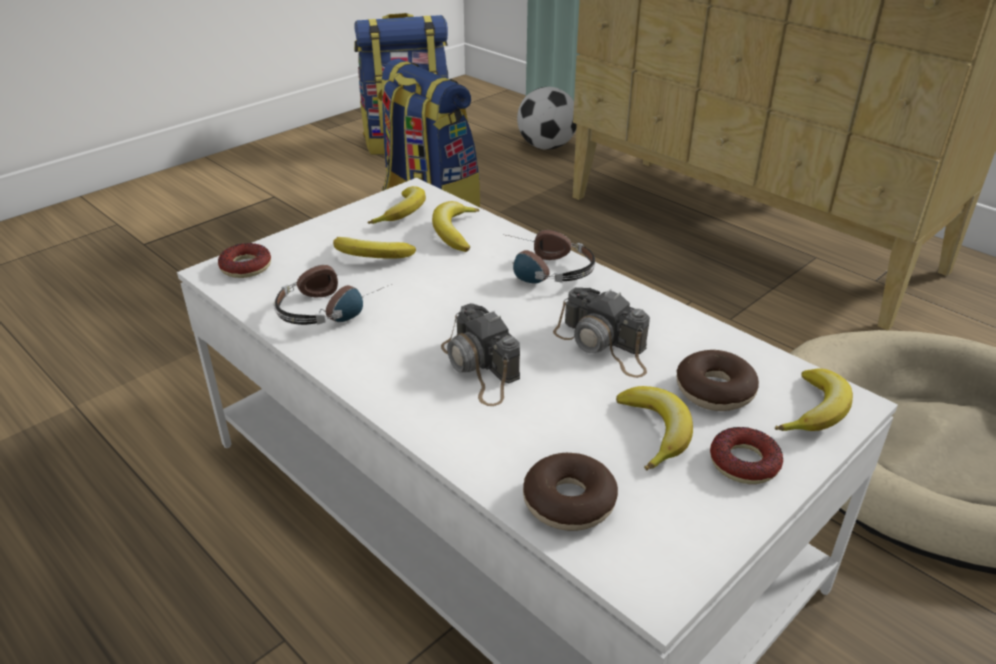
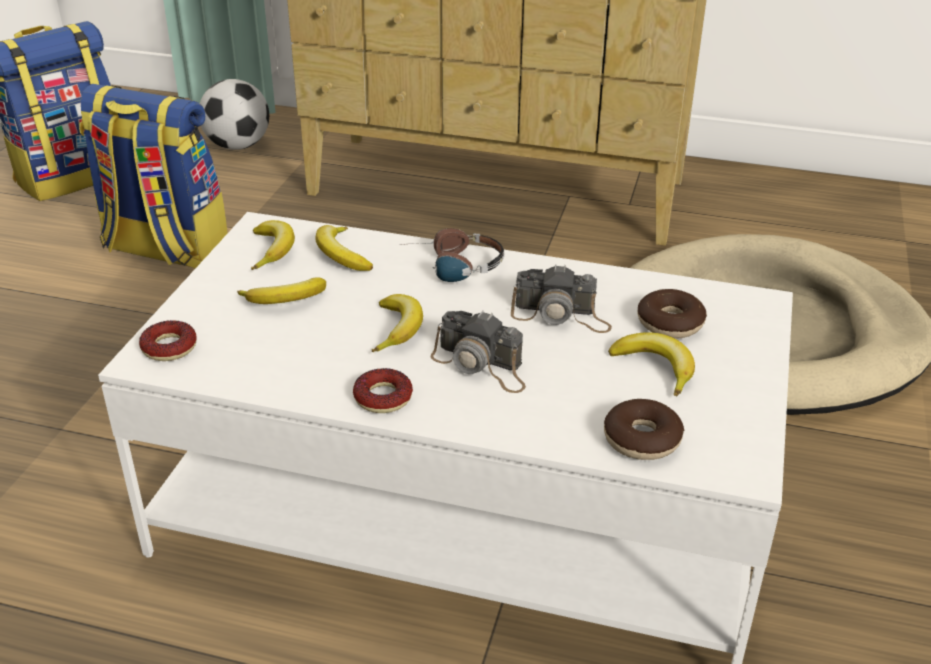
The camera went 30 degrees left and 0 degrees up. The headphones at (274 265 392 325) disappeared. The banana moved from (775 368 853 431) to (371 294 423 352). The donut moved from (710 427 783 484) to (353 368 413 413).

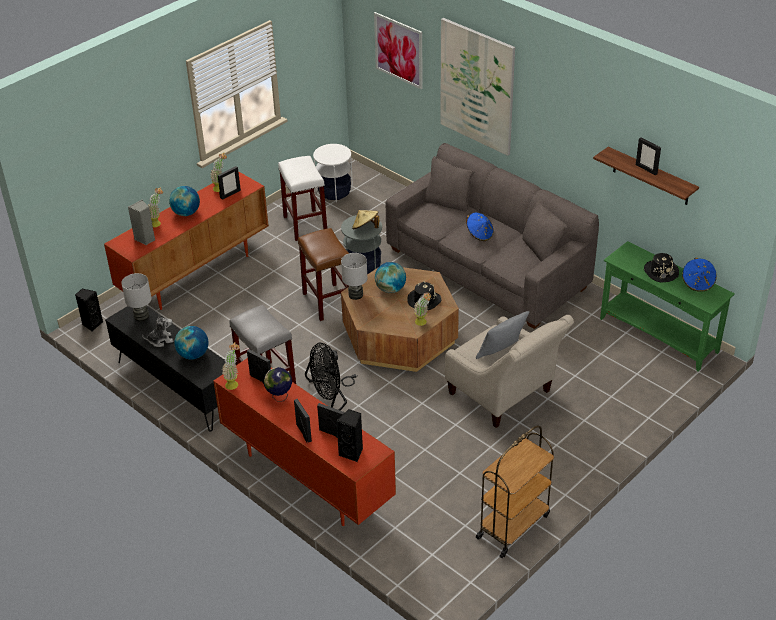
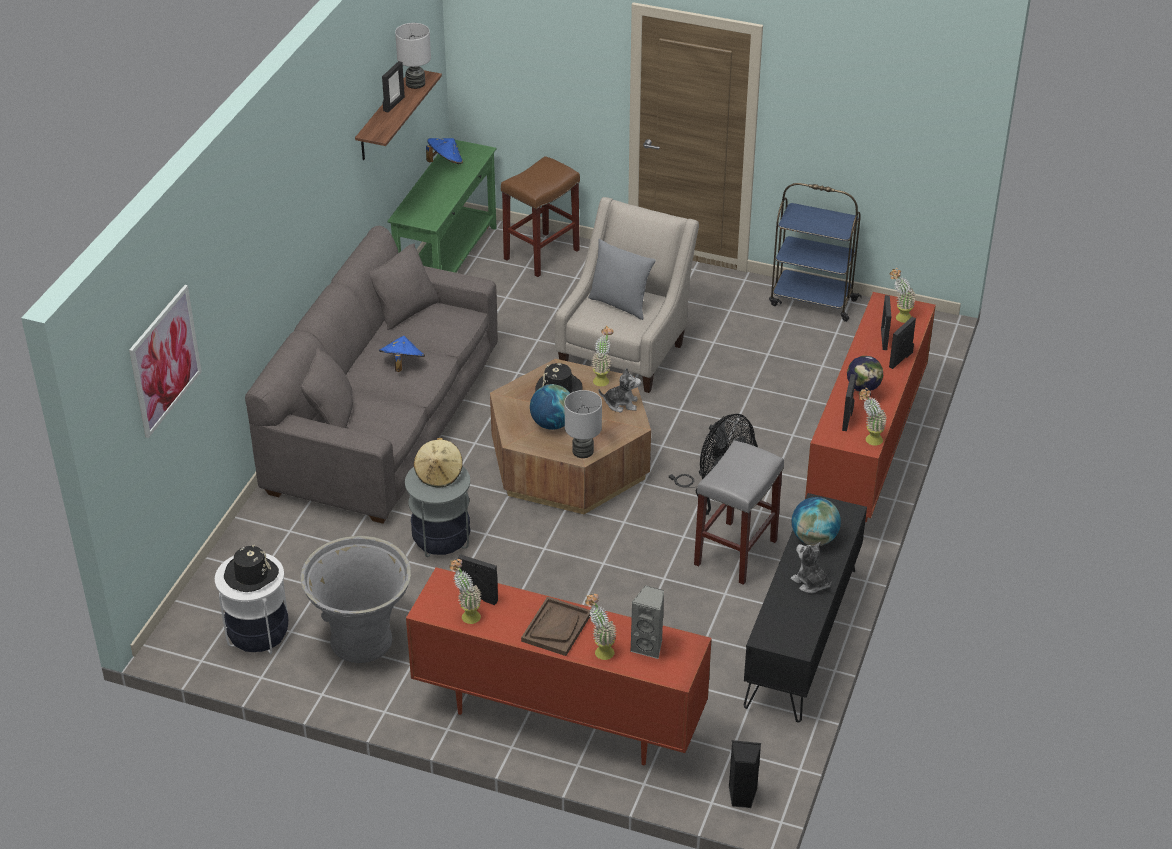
The camera went 115 degrees left and 0 degrees up. The picture at (440 18 515 156) disappeared. The white stool at (278 156 327 241) was replaced by the grey planter at (301 536 411 663). The globe at (169 186 200 216) was replaced by the brown tray at (521 597 591 656). The brown stool moved from (298 228 349 321) to (501 156 580 277). The black hat moved from (644 253 679 283) to (224 545 279 592). The grey table lamp moved from (121 273 152 321) to (395 23 431 89). The black speaker at (337 409 363 462) was replaced by the potted plant at (890 268 916 323). The brown cart at (476 426 554 558) became the blue cart at (769 183 862 322). The plush toy at (599 368 641 412) appeared.

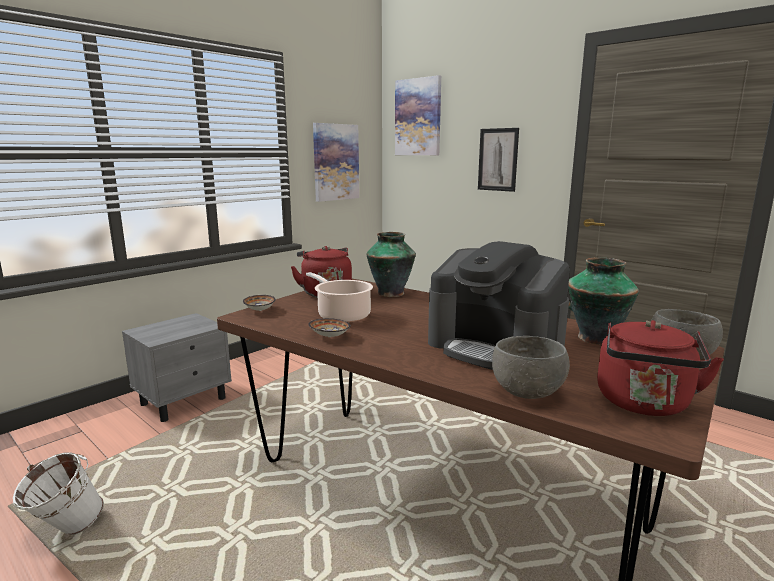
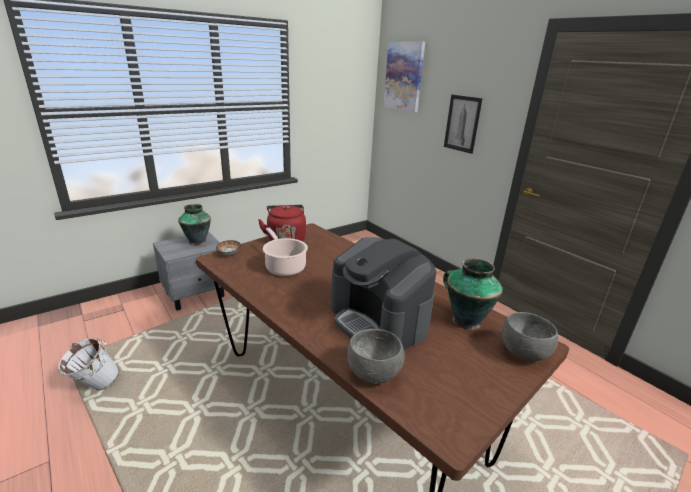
The camera went 10 degrees right and 10 degrees up. The picture at (313 123 359 202) disappeared. The vase moved from (366 232 416 297) to (178 204 211 246). The bowl at (308 318 351 337) disappeared. The red kettle at (597 320 724 416) disappeared.

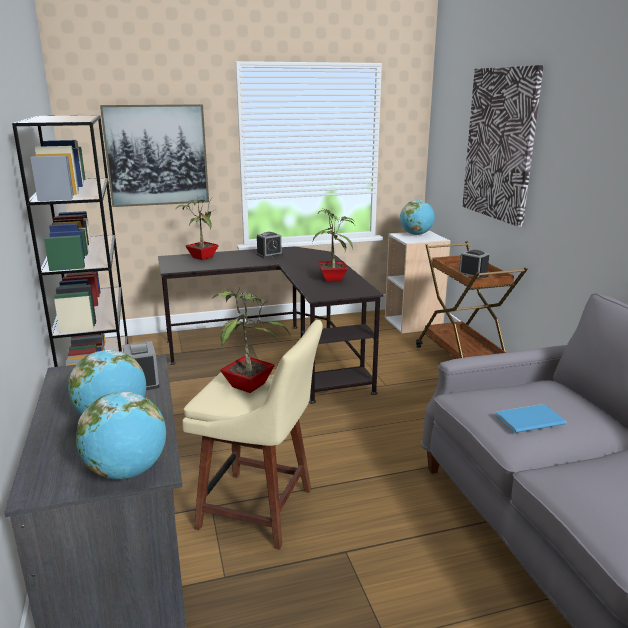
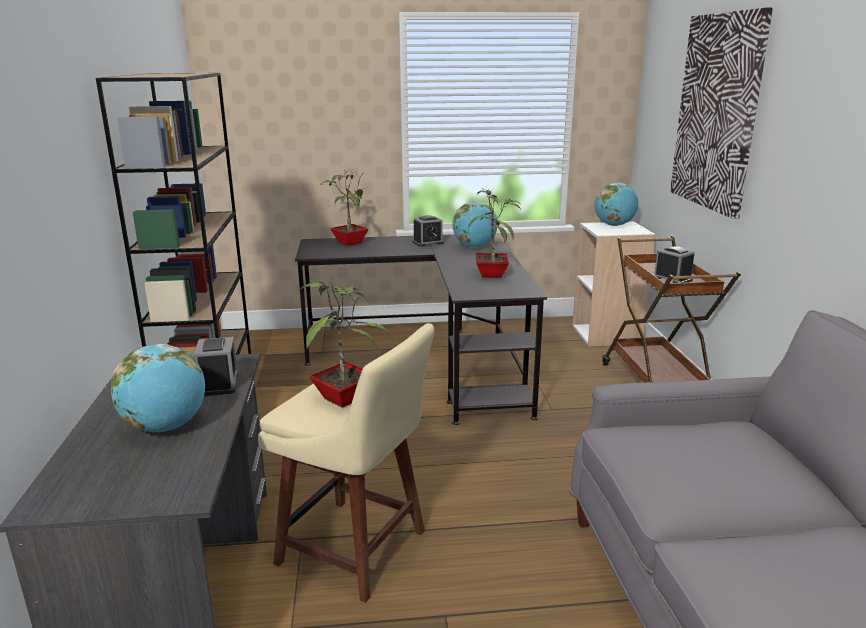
The camera went 10 degrees right and 0 degrees up. The picture at (100 104 209 207) disappeared. The globe moved from (76 392 166 480) to (453 201 497 248). The blue book at (496 404 567 433) disappeared.

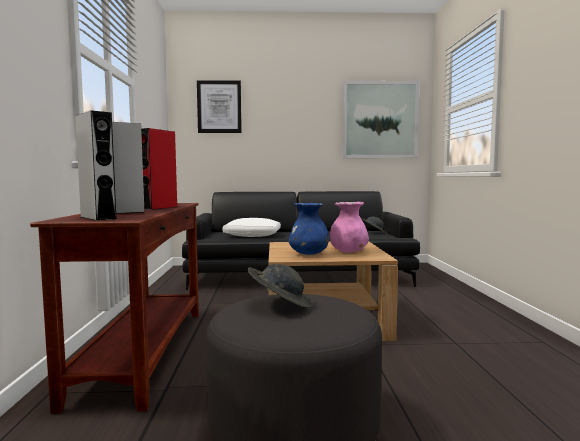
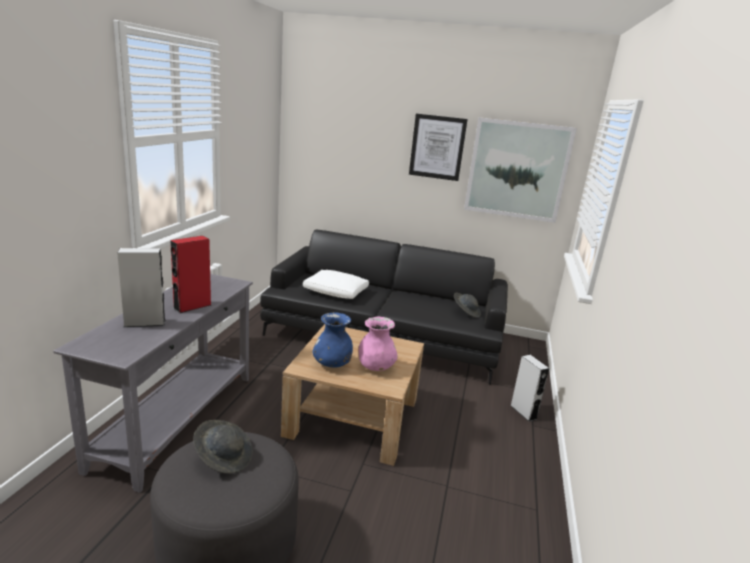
The camera went 15 degrees right and 15 degrees up. The picture moved from (197 80 242 133) to (409 114 468 181). The grey speaker moved from (75 110 116 221) to (510 355 549 421). The brown console table at (30 203 199 414) became the grey console table at (53 274 253 493).

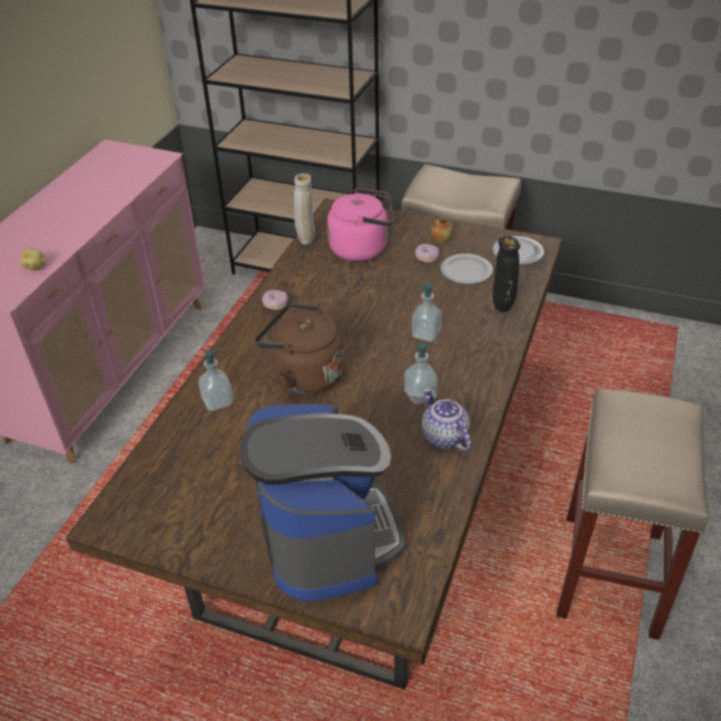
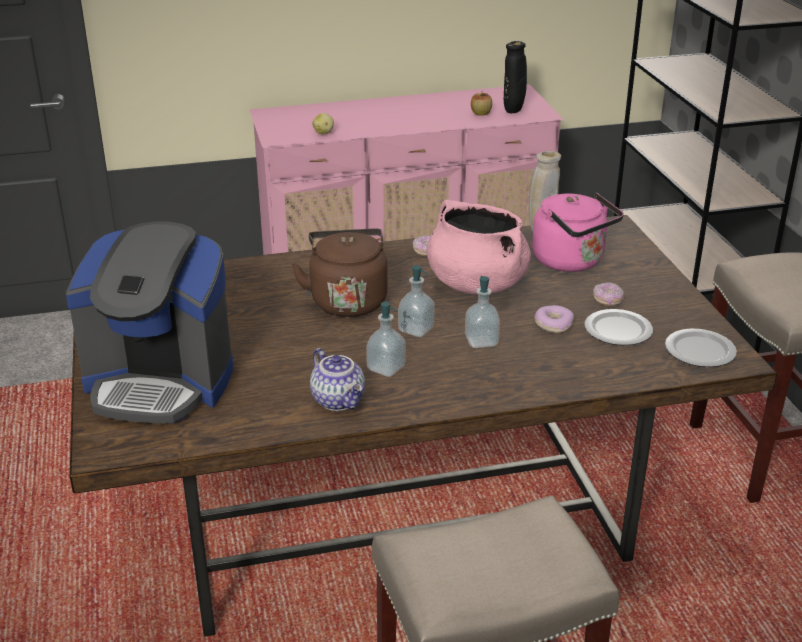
The camera went 55 degrees right and 10 degrees down. The apple moved from (431 218 453 242) to (471 93 492 116). The black vase moved from (493 236 520 312) to (504 41 527 113). The soap dispenser moved from (198 350 233 411) to (398 265 435 337). The teapot at (422 388 471 452) turned 120 degrees clockwise. The coffee machine at (240 404 404 602) turned 60 degrees clockwise. The pink cooking pot at (426 200 531 295) appeared. The donut at (535 305 574 333) appeared.

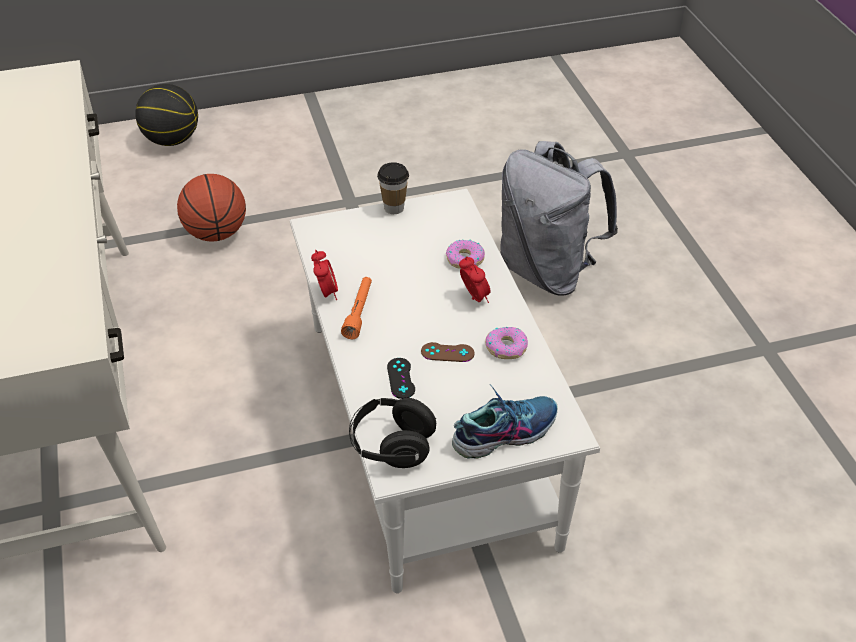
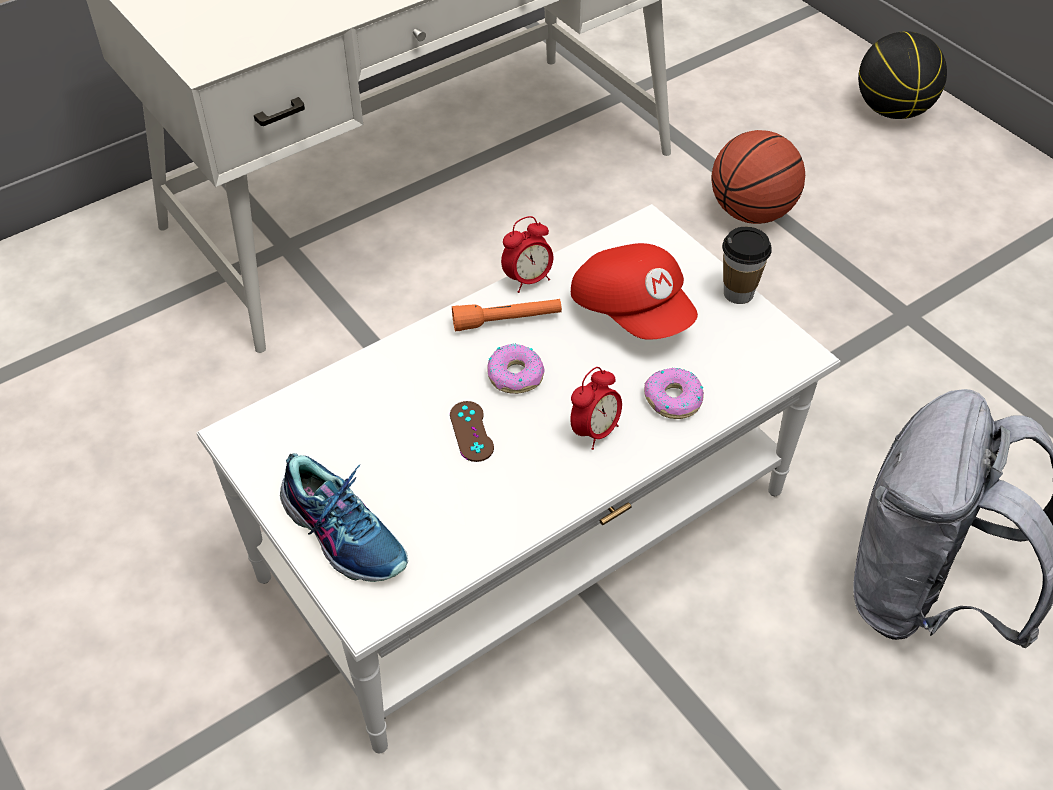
The camera went 70 degrees right and 5 degrees up. The donut moved from (485 327 528 359) to (487 344 545 394). The black game controller at (387 358 415 399) disappeared. The black headphones at (349 398 436 468) disappeared. The red cap at (571 243 698 340) appeared.

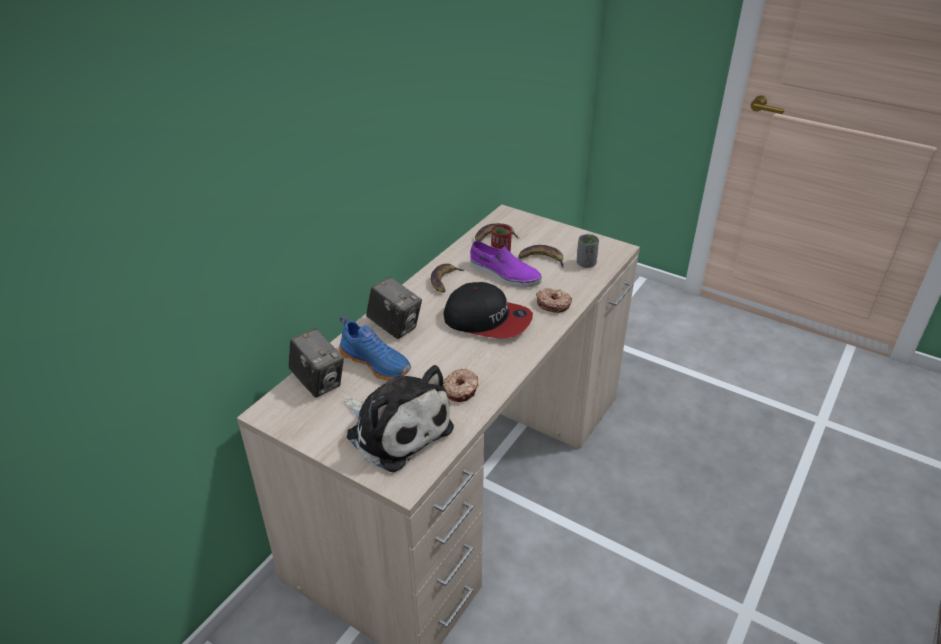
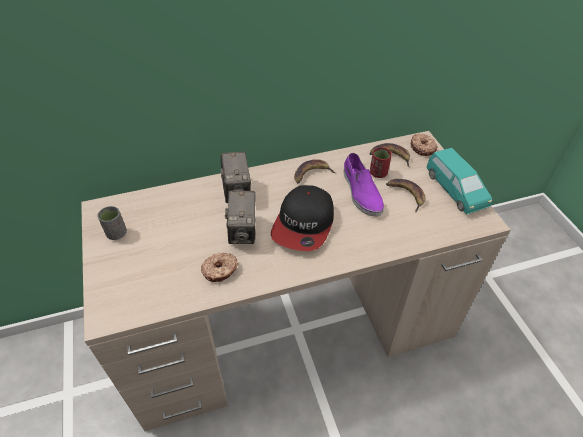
The camera went 40 degrees right and 10 degrees up. The grey cup moved from (577 234 599 268) to (97 206 127 240). The cap at (443 282 533 339) turned 45 degrees clockwise. The donut moved from (536 288 572 313) to (411 134 438 156). The blue shoe at (339 316 411 381) disappeared. The photo camera moved from (289 328 344 398) to (225 190 256 244). The plush toy at (344 365 454 472) disappeared. The turquoise toy car at (427 148 492 214) appeared.

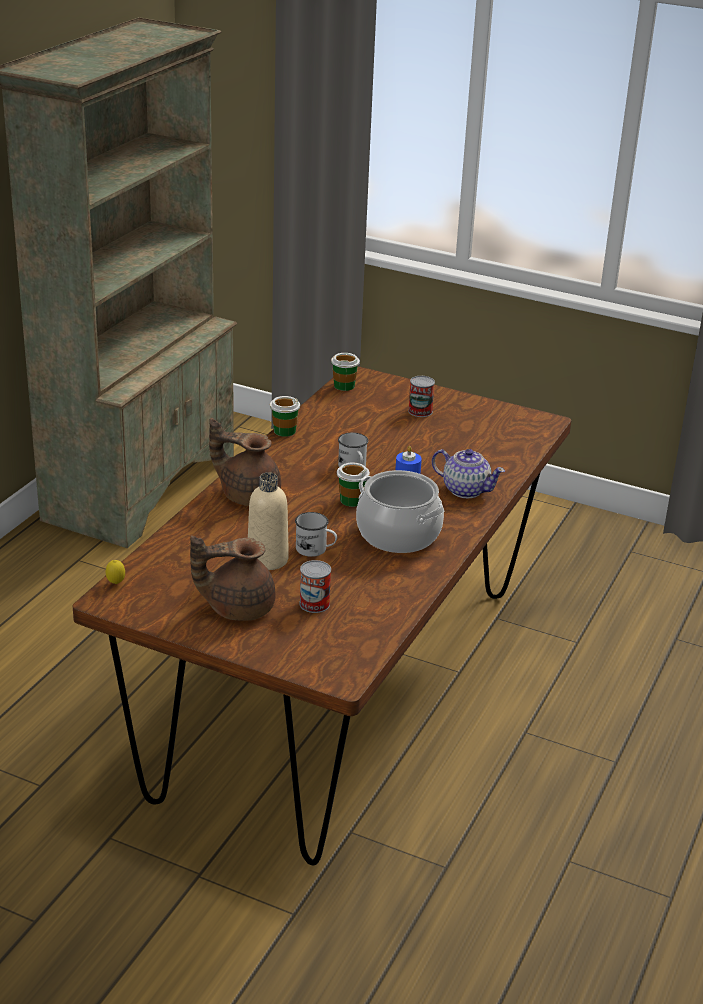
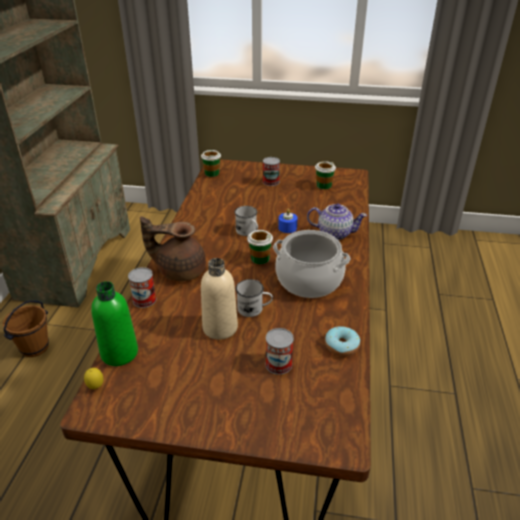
The camera went 15 degrees left and 5 degrees up. The cup moved from (270 396 300 437) to (315 161 336 189). The brown teapot at (190 535 276 621) disappeared. The can at (128 267 156 308) appeared. The green bottle at (91 281 138 366) appeared. The brown bucket at (3 301 49 357) appeared. The donut at (325 326 360 356) appeared.

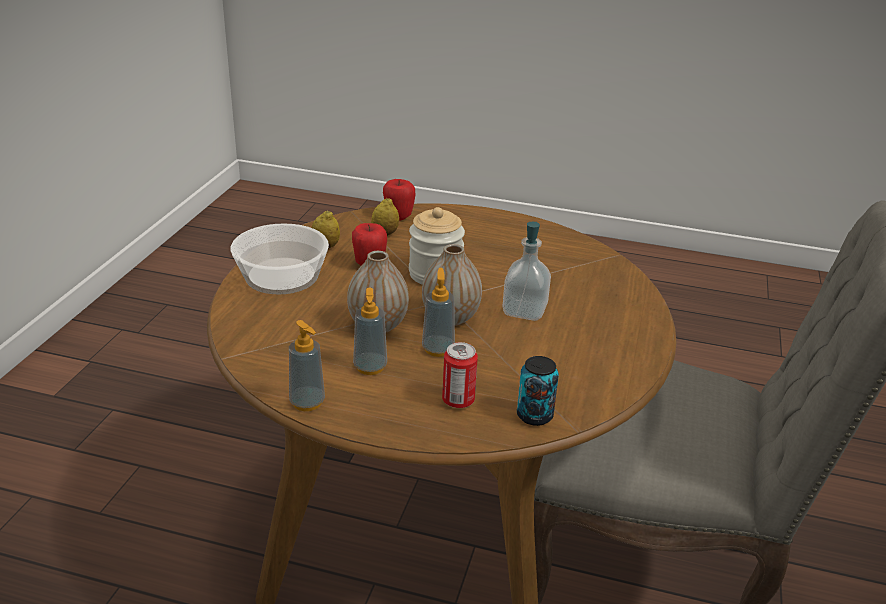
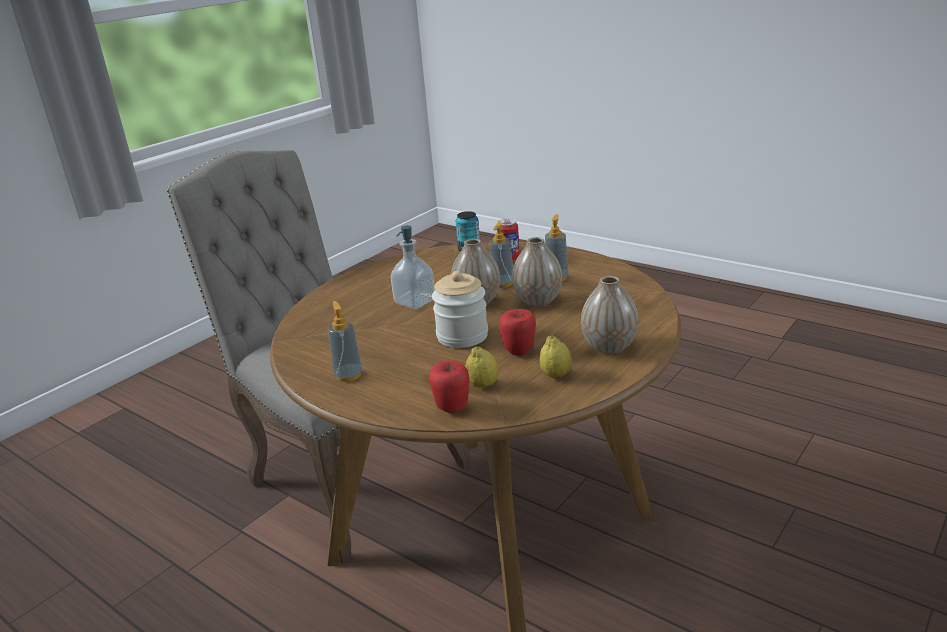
The camera went 155 degrees left and 5 degrees down. The bowl at (231 224 329 294) was replaced by the vase at (581 276 638 354). The soap dispenser moved from (289 320 325 411) to (328 301 363 382).

